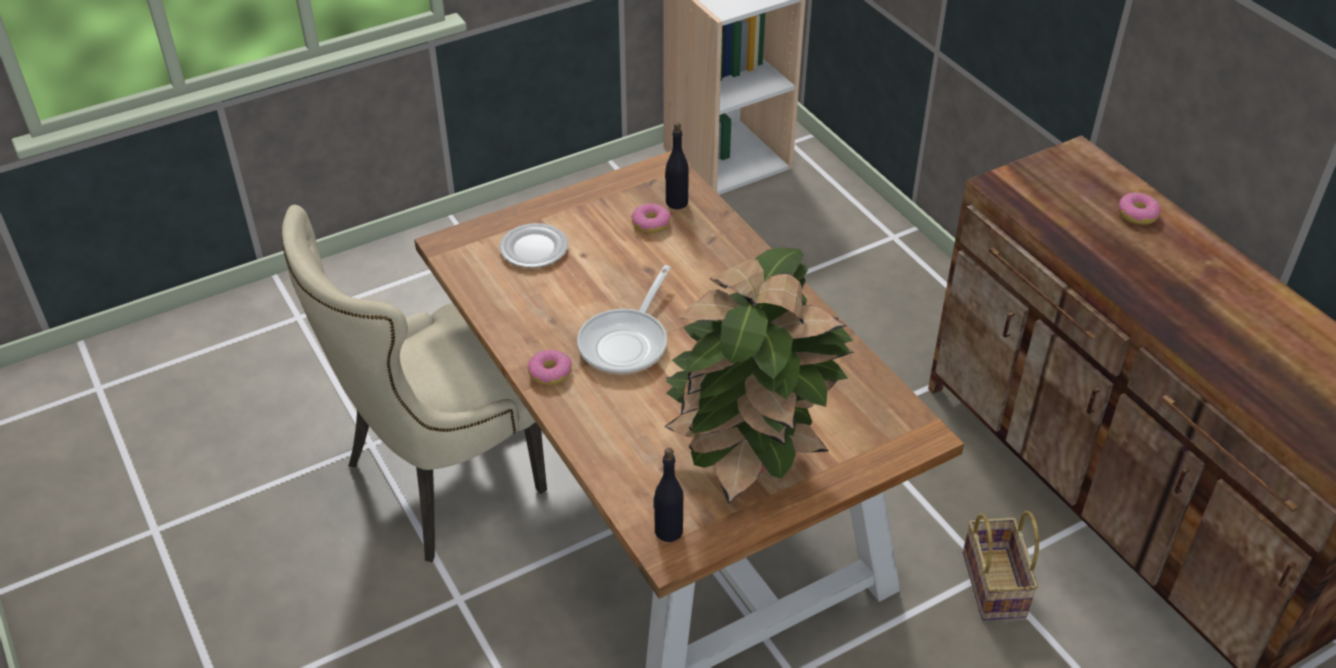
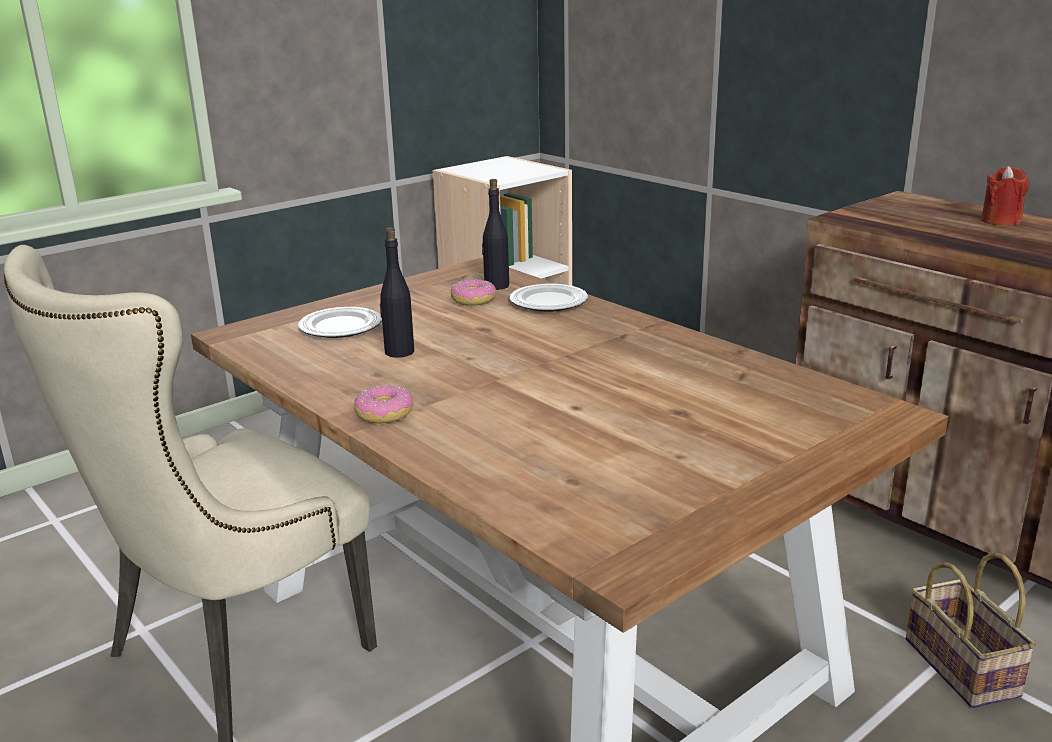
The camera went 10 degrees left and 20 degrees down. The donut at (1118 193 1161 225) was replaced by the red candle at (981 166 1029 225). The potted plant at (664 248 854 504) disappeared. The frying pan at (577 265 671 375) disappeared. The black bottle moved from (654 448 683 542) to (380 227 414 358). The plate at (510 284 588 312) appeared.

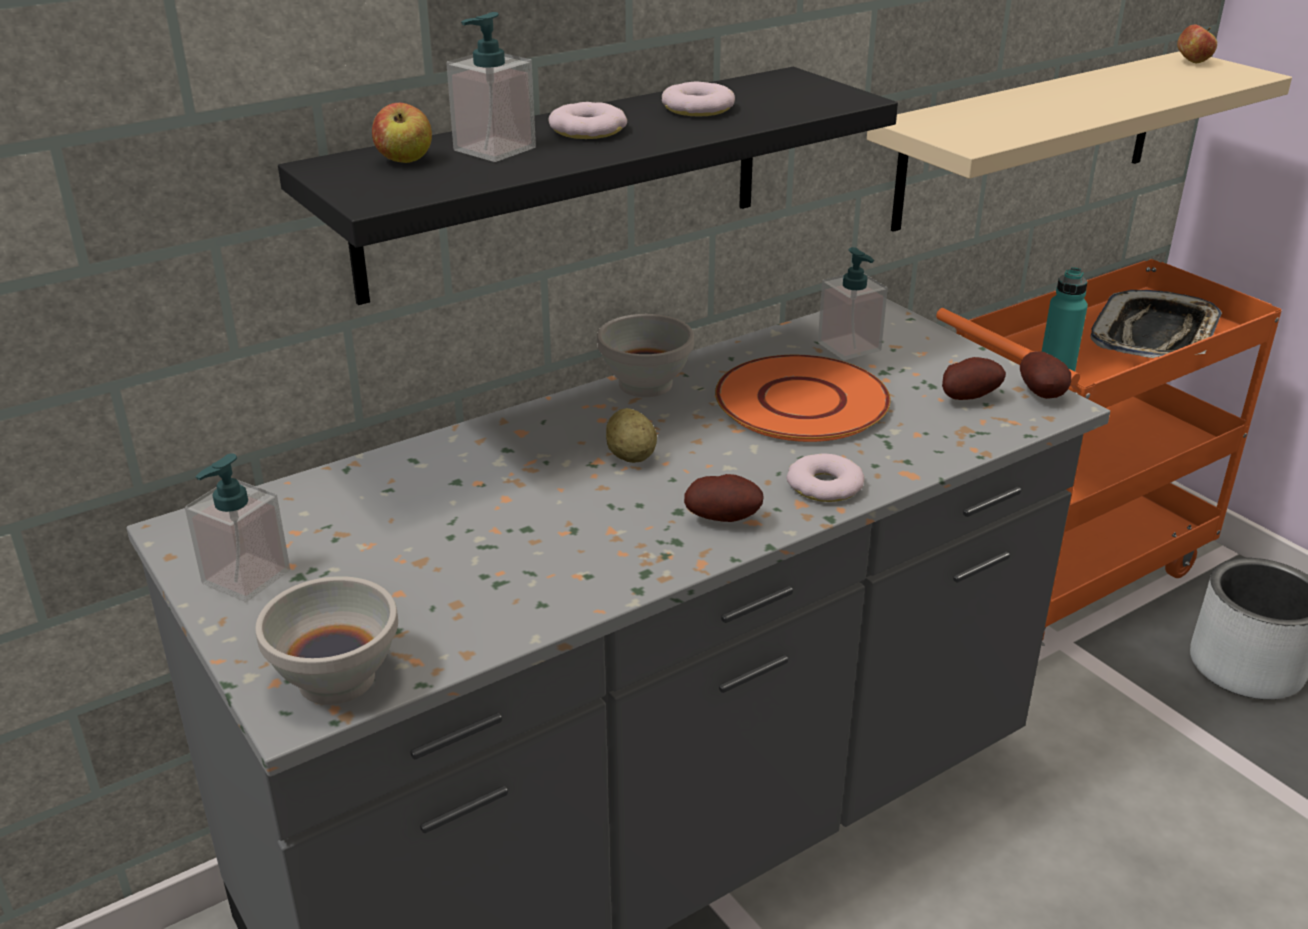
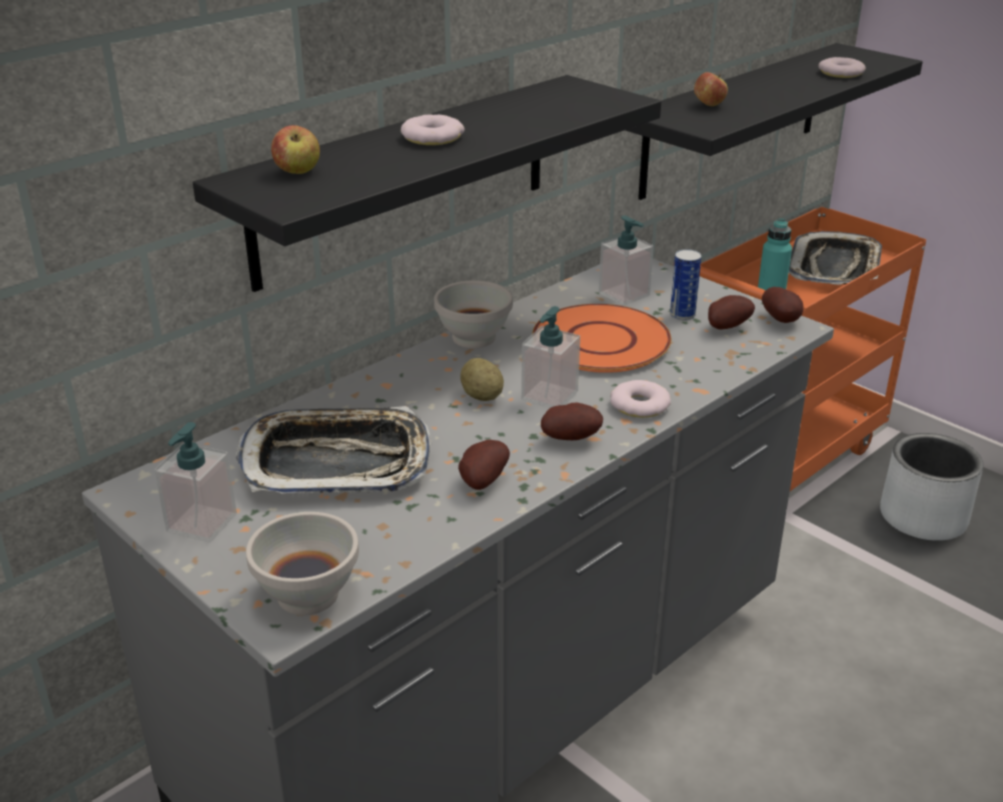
The camera went 10 degrees left and 0 degrees up. The soap dispenser moved from (446 12 536 162) to (521 306 580 408). The apple moved from (1177 24 1217 63) to (694 72 728 106). The beige shelf at (867 51 1292 232) became the black shelf at (625 43 923 200). The donut moved from (662 81 735 117) to (818 57 866 78). The can at (670 249 701 321) appeared. The tray at (235 406 432 494) appeared. The potato at (458 440 510 490) appeared.

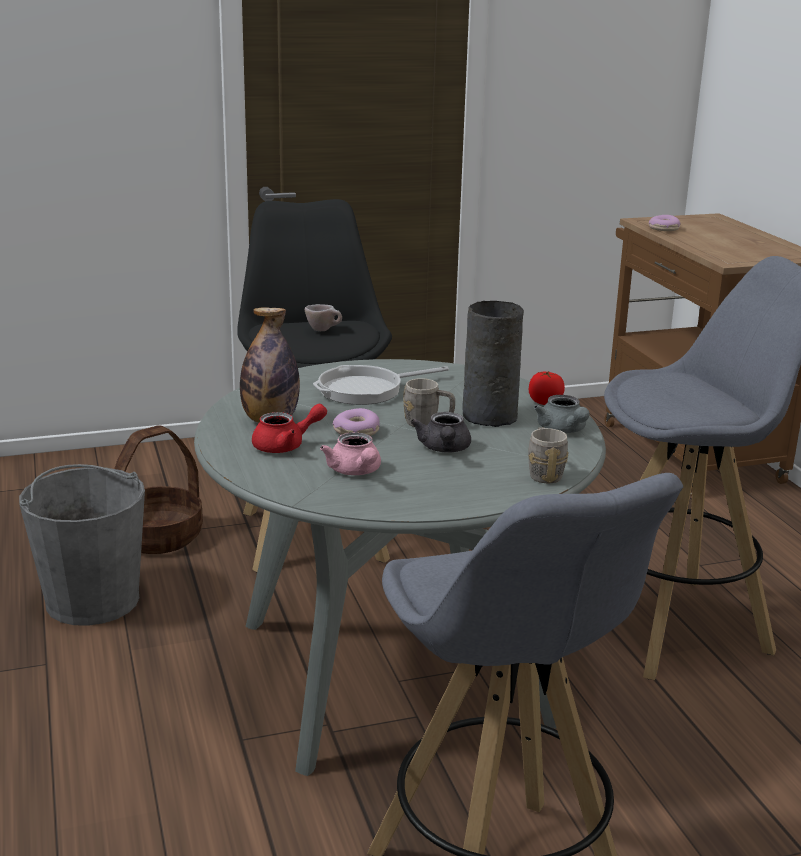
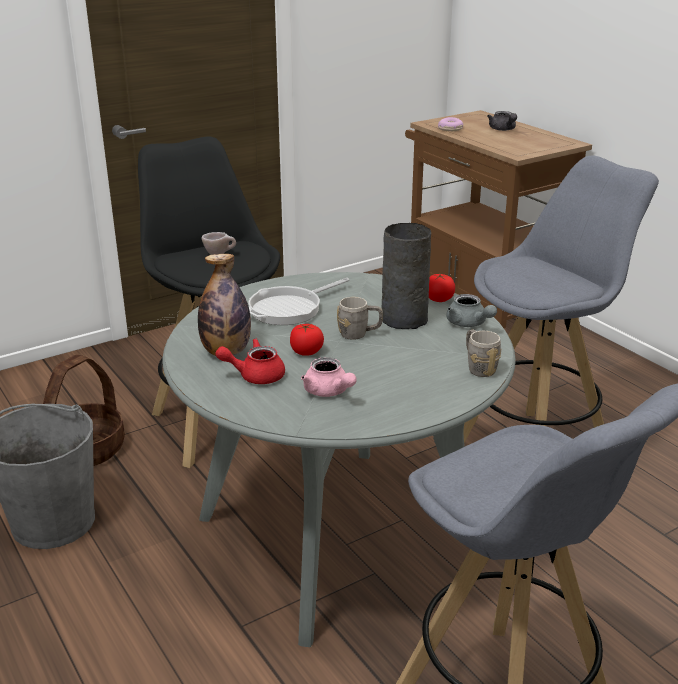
The camera went 15 degrees left and 5 degrees up. The red teapot at (252 404 327 453) turned 150 degrees counterclockwise. The donut at (333 408 380 436) was replaced by the tomato at (290 324 324 356). The grey teapot moved from (411 412 471 453) to (487 111 517 131).

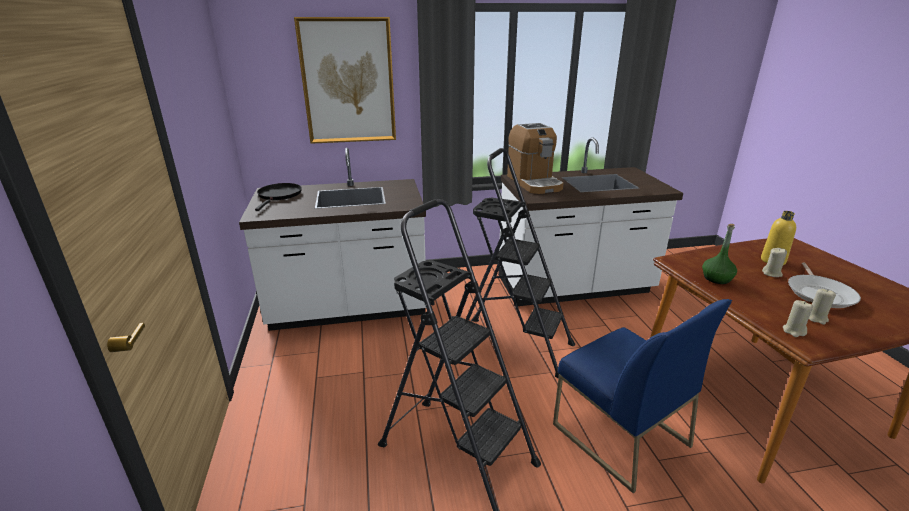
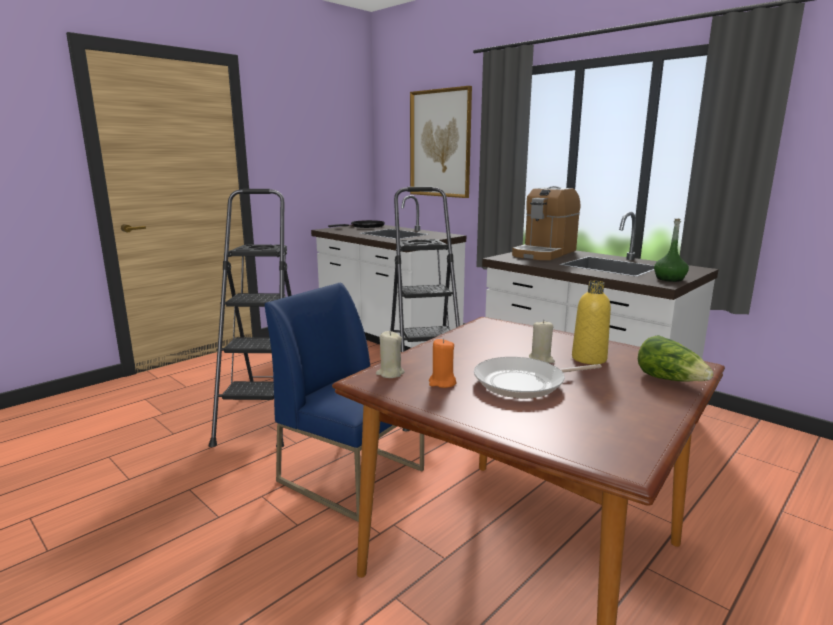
The camera went 55 degrees right and 10 degrees down. The green bottle moved from (702 224 737 284) to (654 219 689 282). The beige candle at (809 289 836 325) became the orange candle at (429 339 456 388). The blue chair at (553 299 732 494) turned 105 degrees clockwise. The lettuce at (638 335 714 382) appeared.

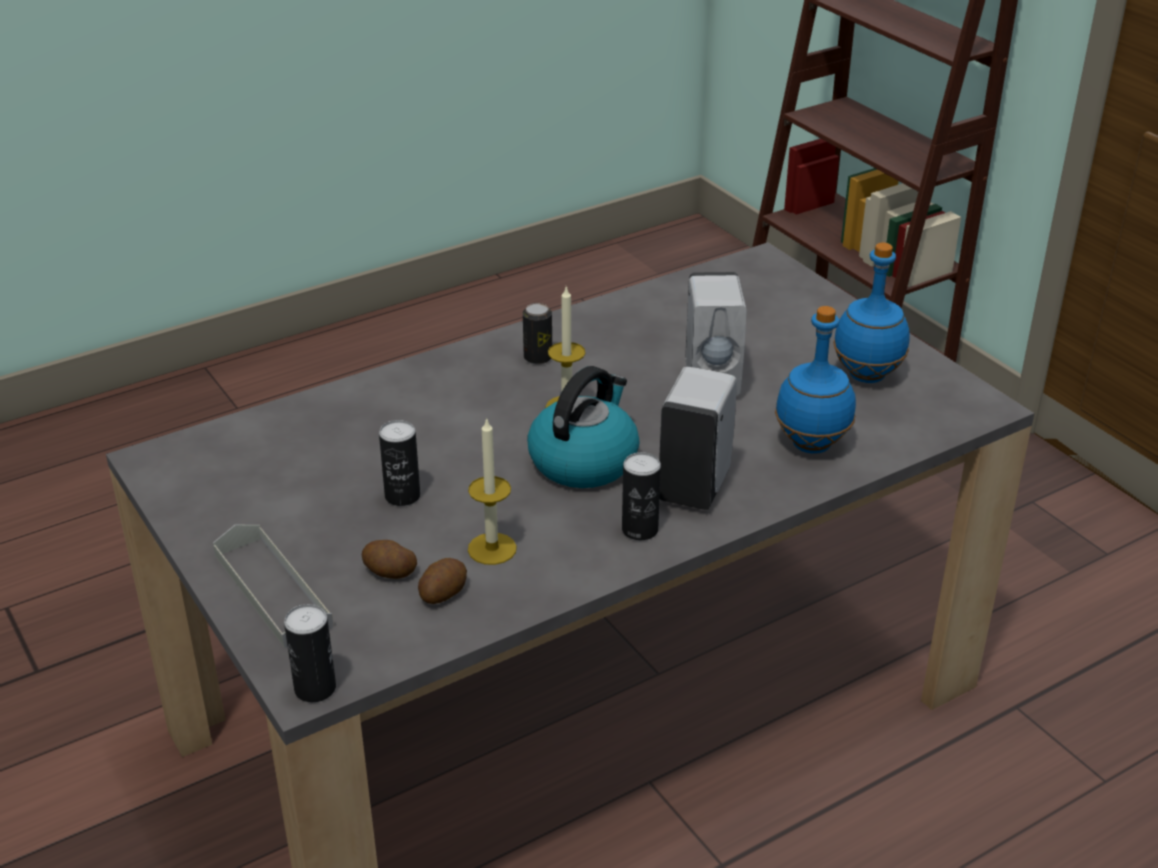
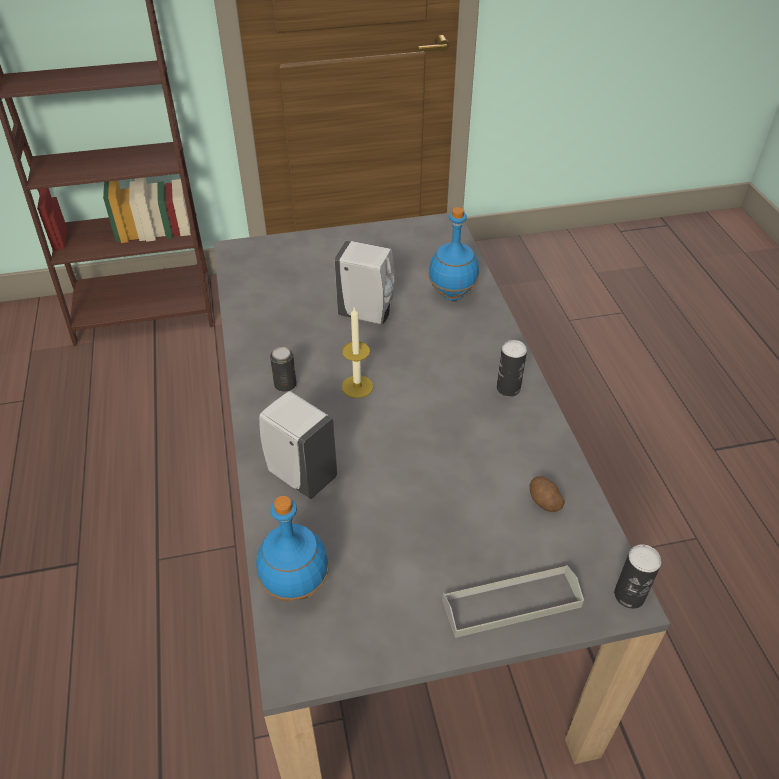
The camera went 70 degrees left and 10 degrees up. The blue bottle moved from (833 242 910 383) to (256 496 329 601). The kettle at (527 366 639 488) disappeared. The white soap dispenser moved from (659 367 737 510) to (259 391 337 499). The candle at (468 417 517 565) disappeared. The can at (379 420 420 506) disappeared. The potato at (362 540 417 579) disappeared.

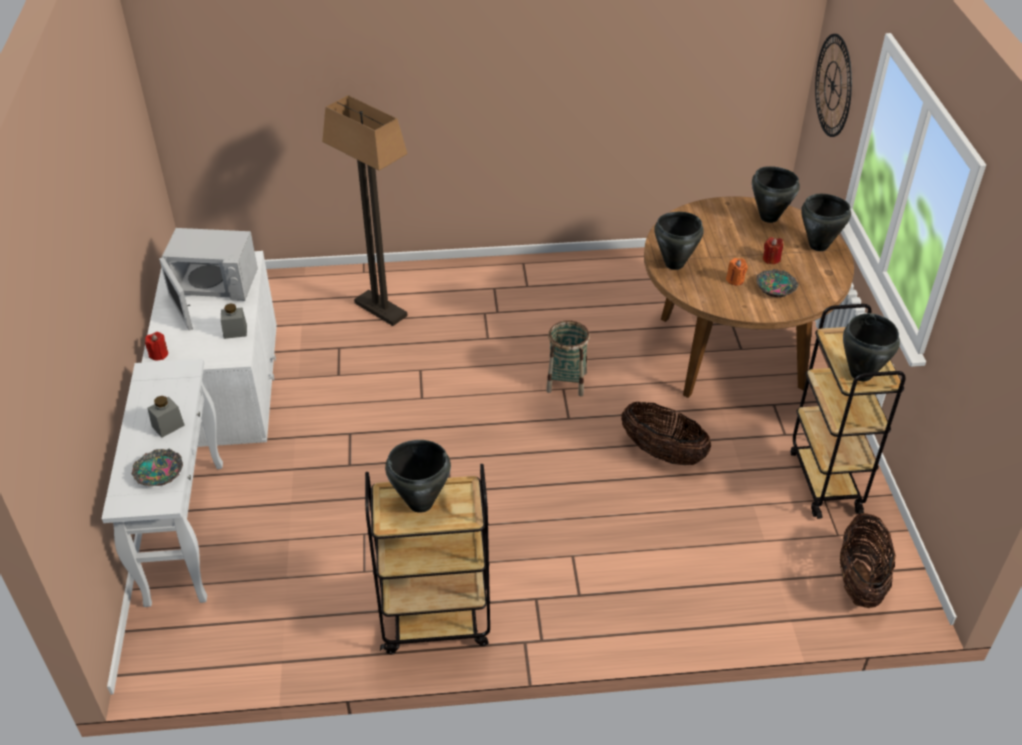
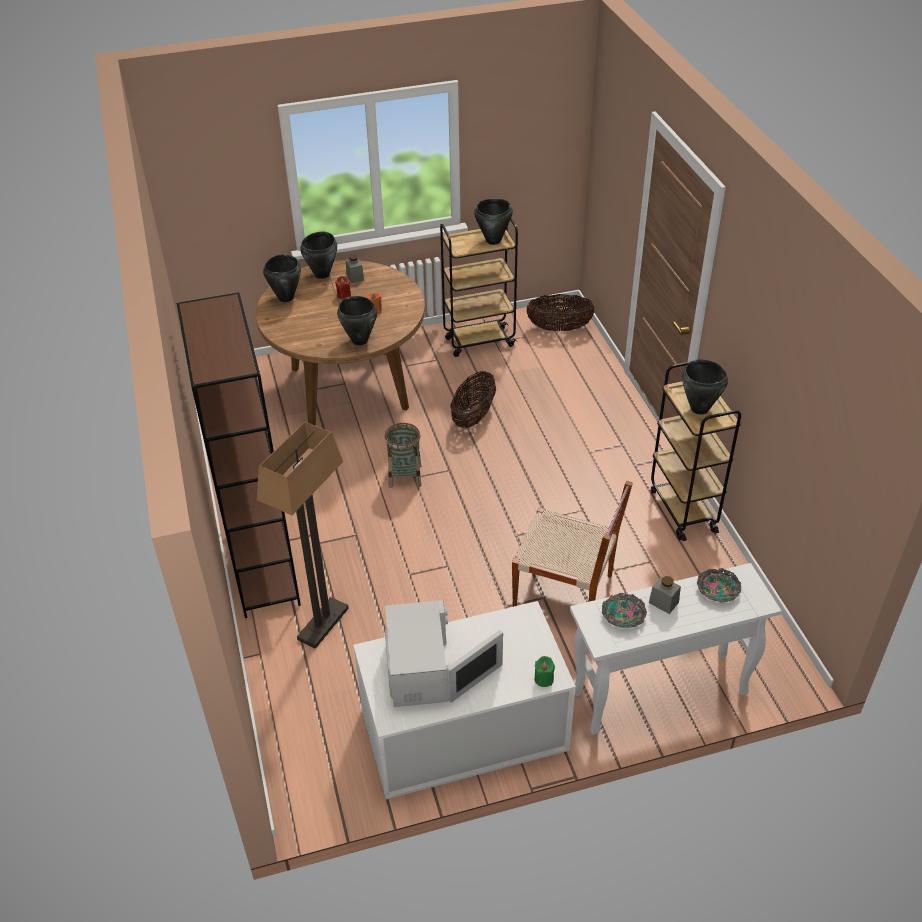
The camera went 100 degrees left and 0 degrees up. The wall clock at (815 34 852 137) disappeared. The bowl moved from (756 269 799 297) to (602 593 647 628). The grey jar moved from (221 304 247 339) to (346 255 364 283). The red candle at (145 332 168 360) became the green candle at (535 656 555 687). The brown bookcase at (177 292 301 618) appeared. The chair at (512 481 633 607) appeared.

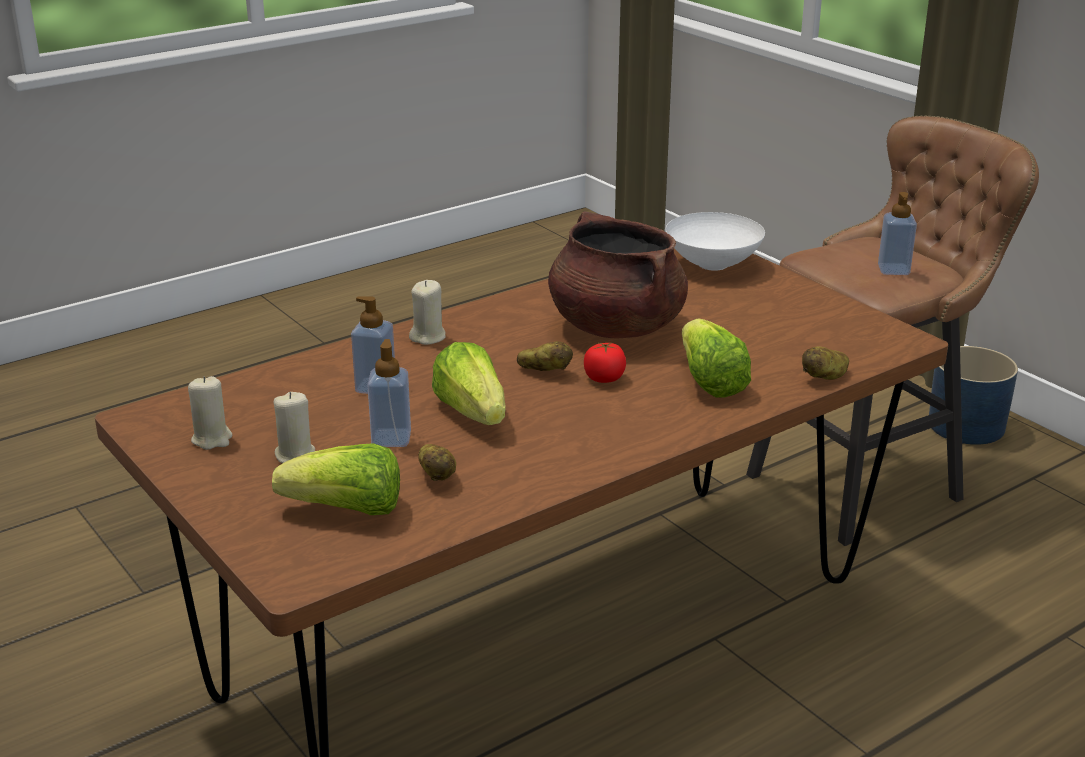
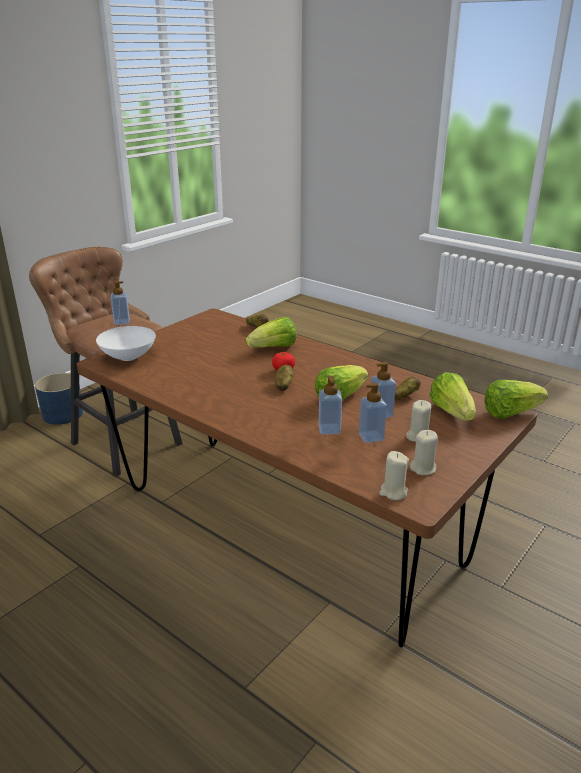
The camera went 105 degrees left and 0 degrees up. The brown cooking pot at (548 211 688 339) disappeared. The beige candle moved from (409 280 446 345) to (379 451 409 500). The lettuce at (485 380 548 418) appeared. The soap dispenser at (359 383 387 443) appeared.

